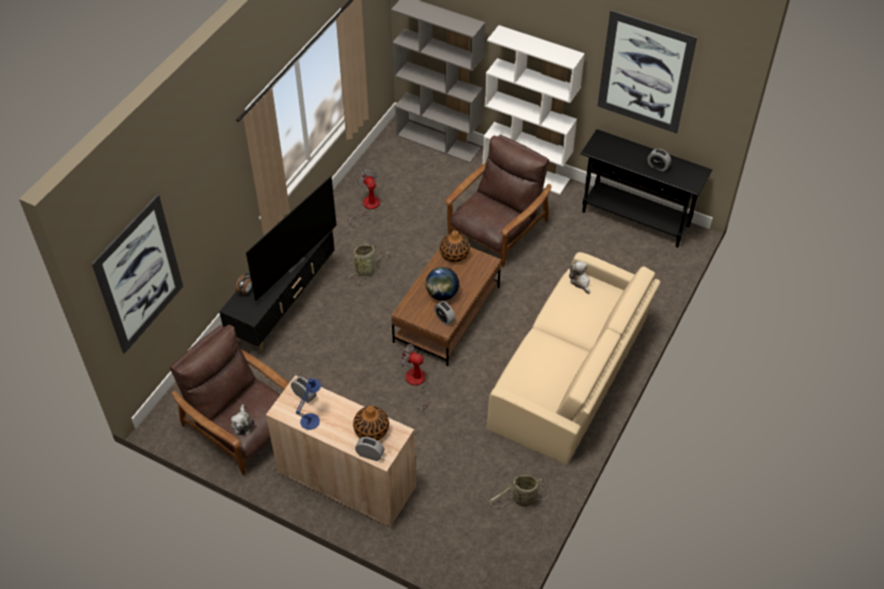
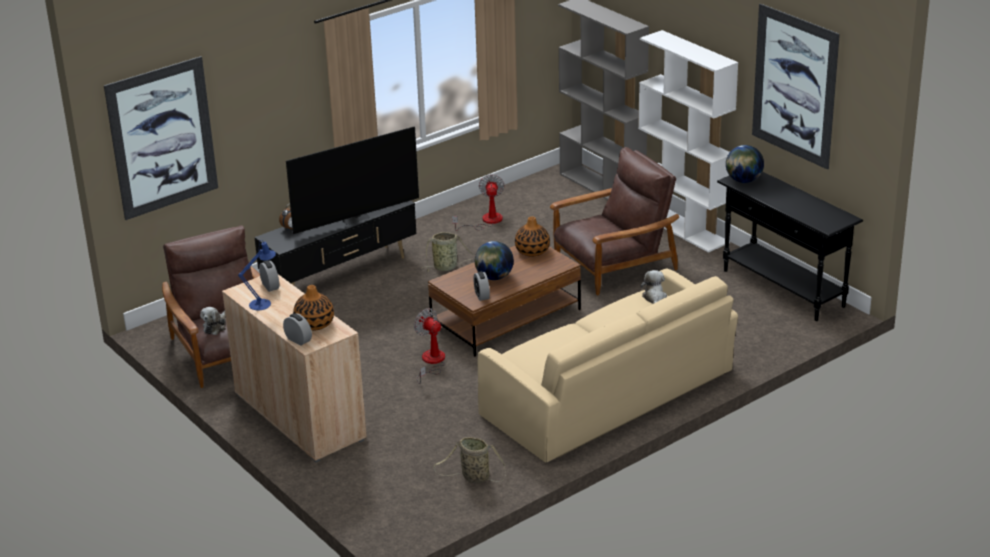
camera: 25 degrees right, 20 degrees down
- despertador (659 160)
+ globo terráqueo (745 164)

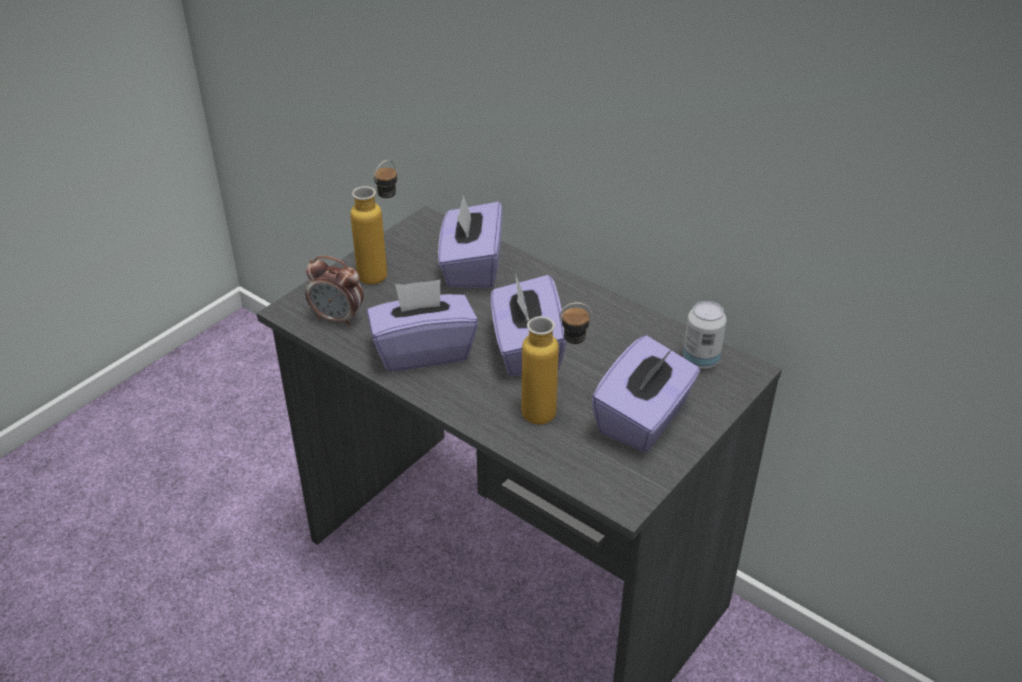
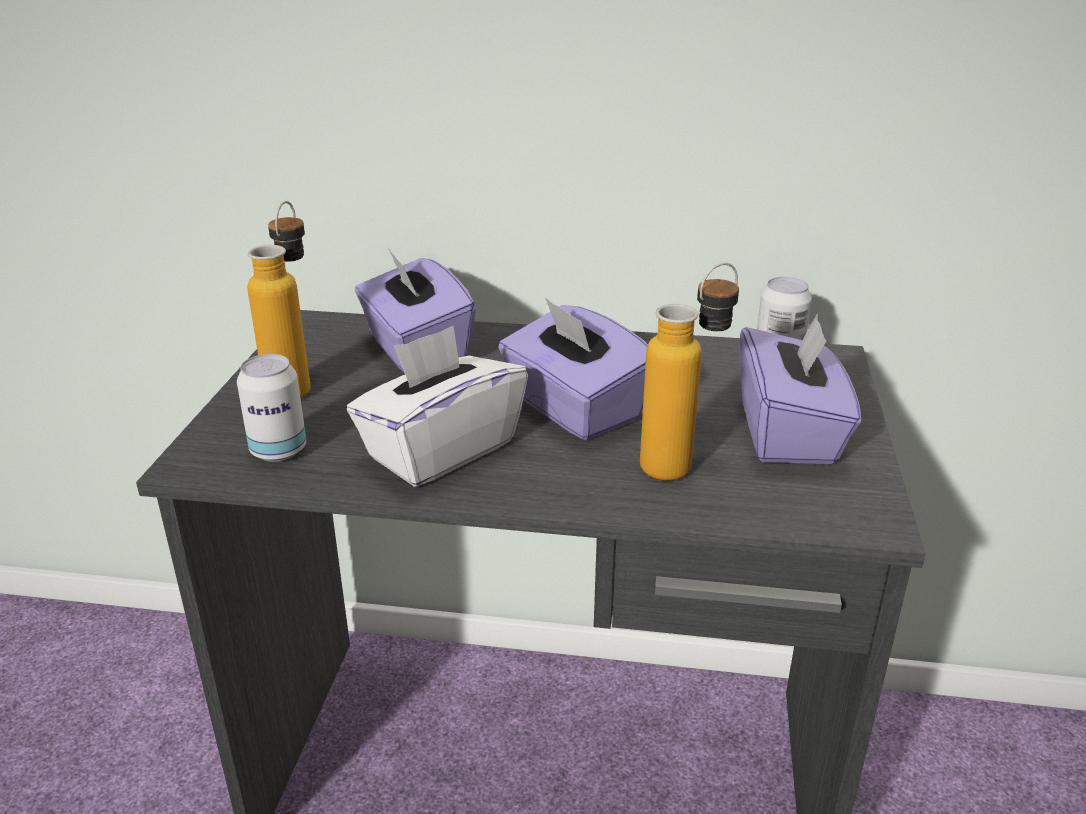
camera: 30 degrees left, 10 degrees down
~ despertador (334 291) to lata (272 408)
~ caja de pañuelos/morado (422 326) to caja de pañuelos/blanco (437 406)

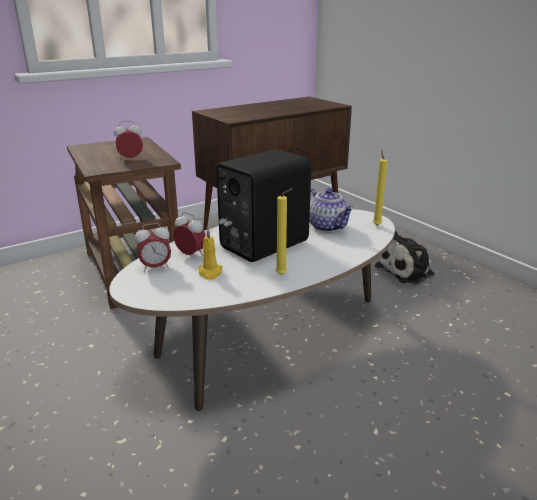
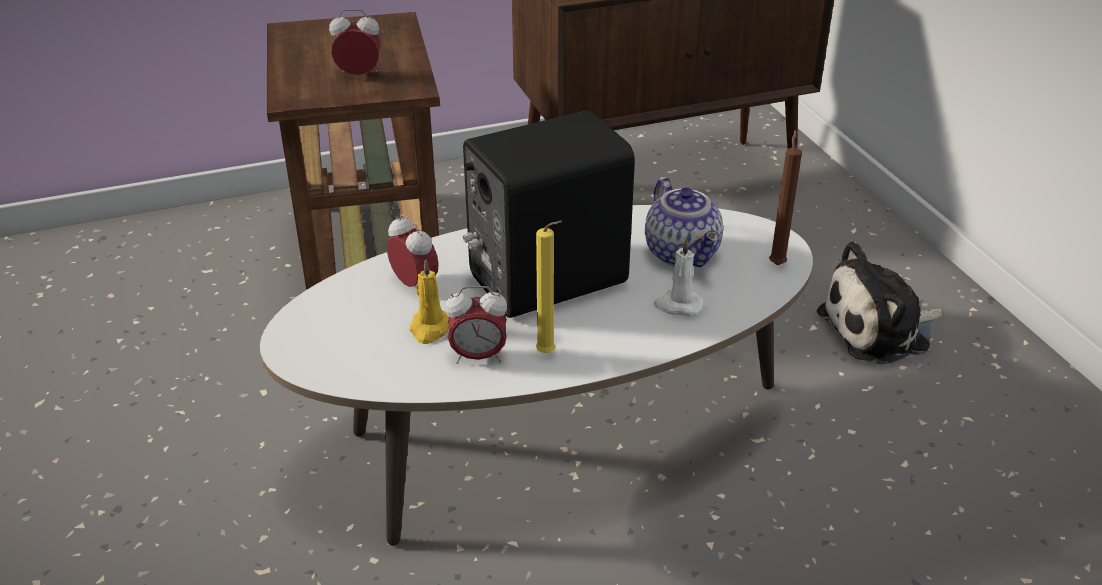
camera: 15 degrees right, 10 degrees up
~ vela/amarillo (380 188) to vela/marrón (785 197)
~ despertador (153 247) to (476 325)
+ vela/blanco (678 277)

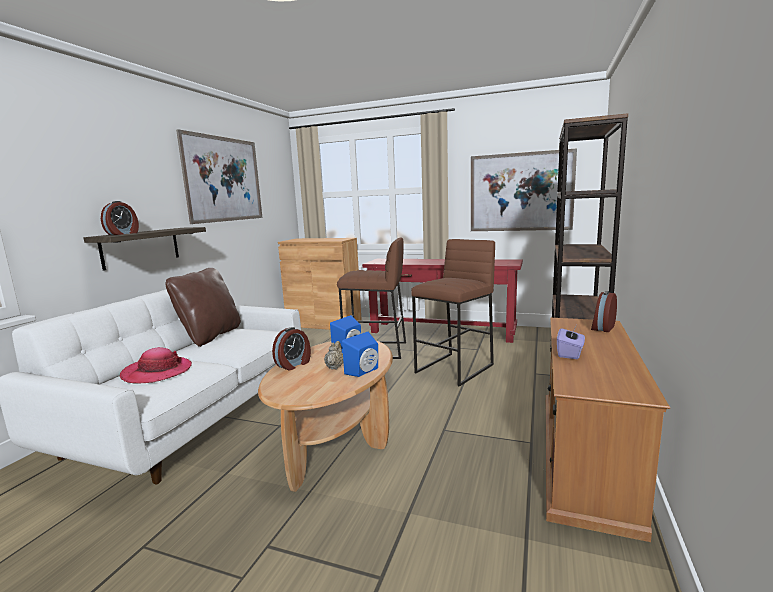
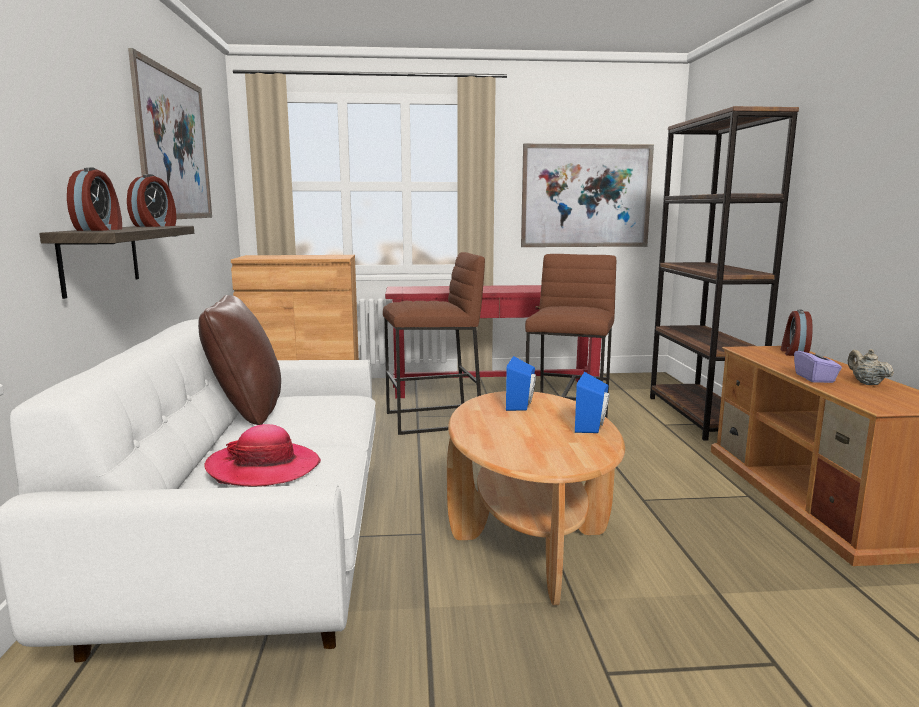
camera: 25 degrees left, 0 degrees up
~ despertador (291 348) to (152 200)
~ tetera/beis (333 355) to (871 367)

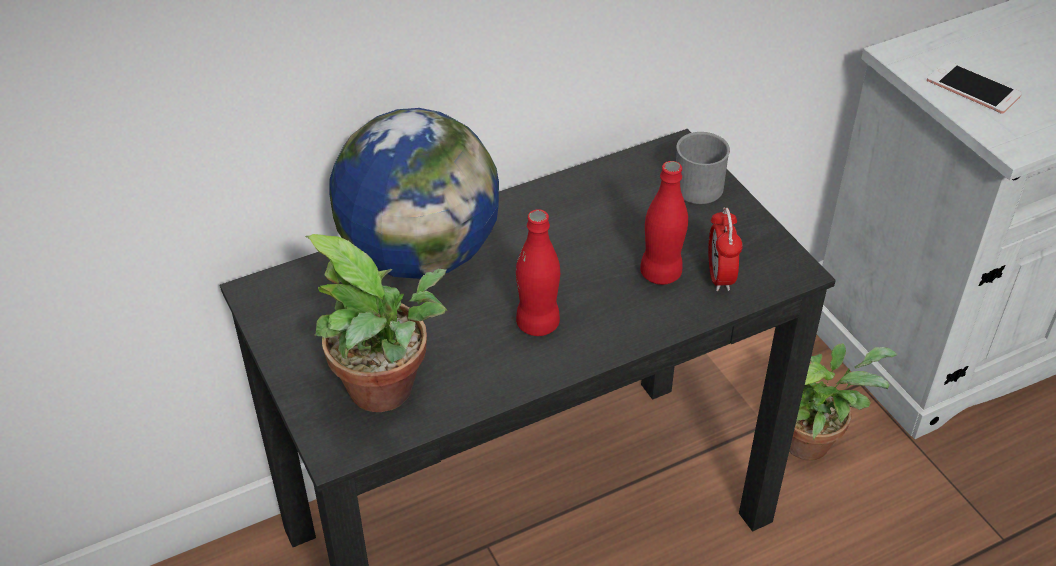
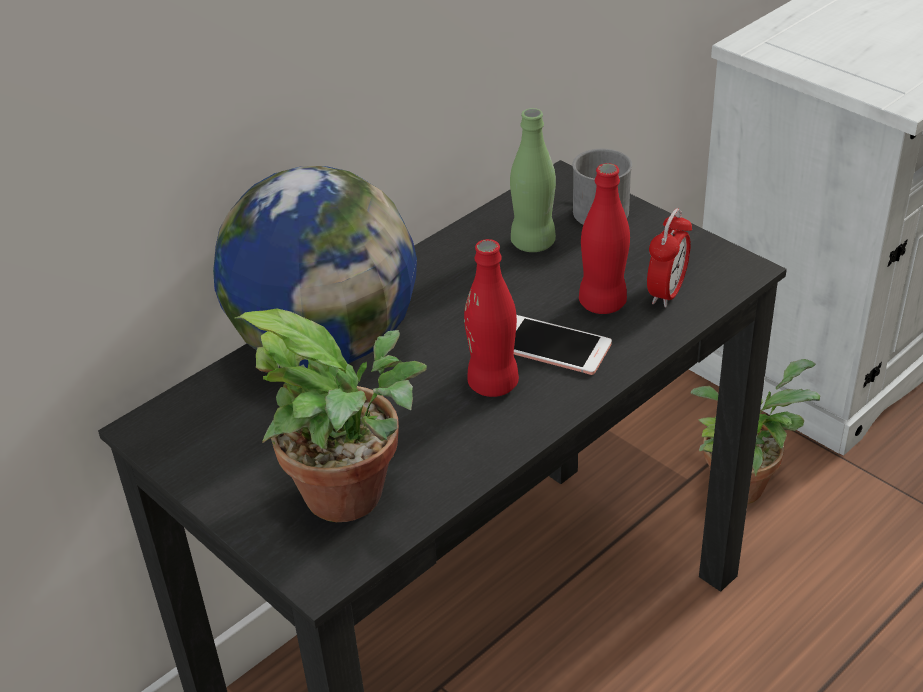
camera: 15 degrees left, 5 degrees down
~ móvil (974 87) to (563 345)
~ despertador (725 249) = (669 258) 135 degrees counterclockwise
+ botella/verde (533 180)

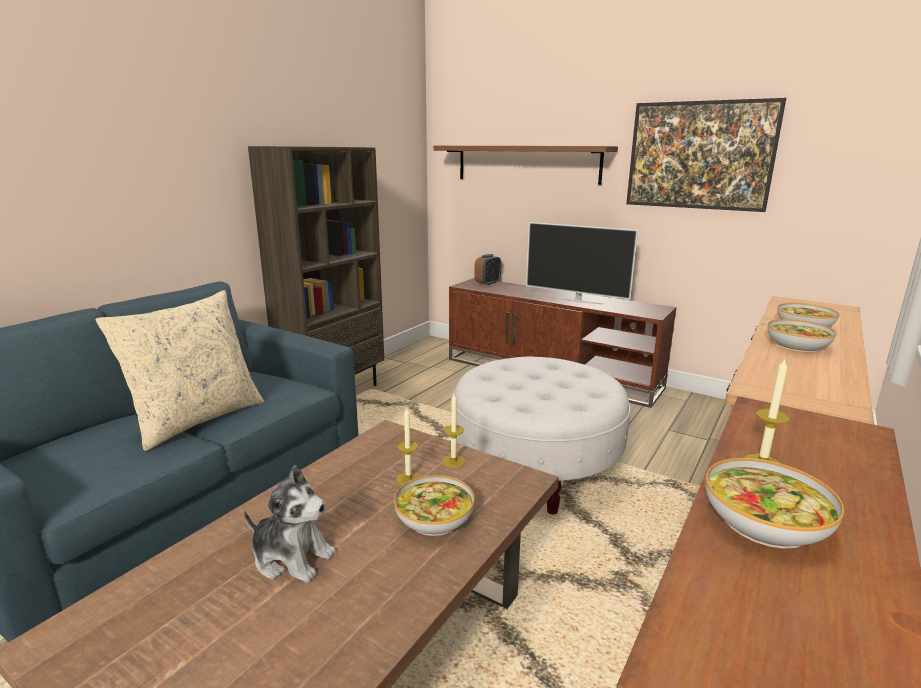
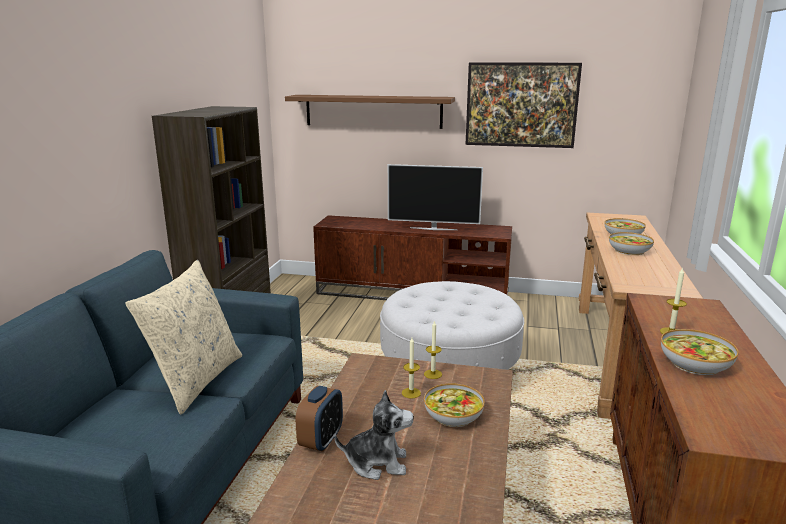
camera: 20 degrees left, 0 degrees up
~ despertador (487 269) to (319 419)

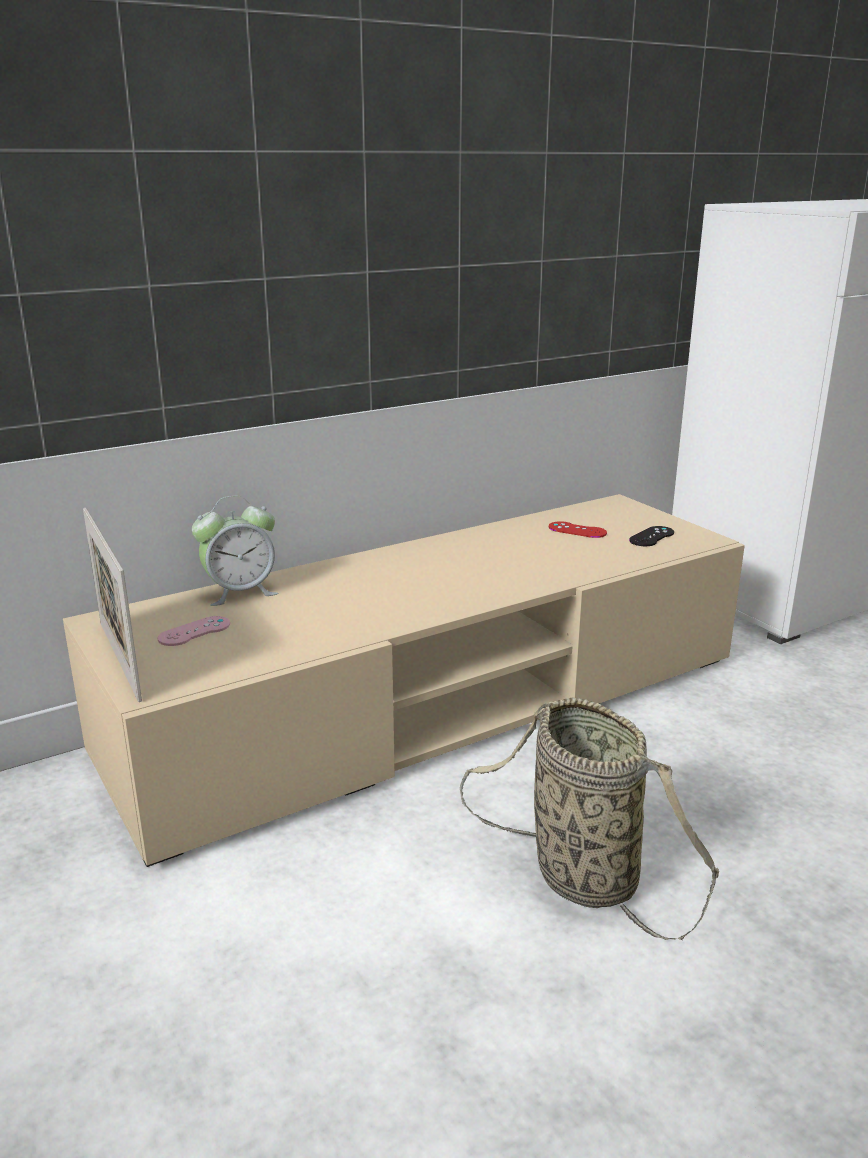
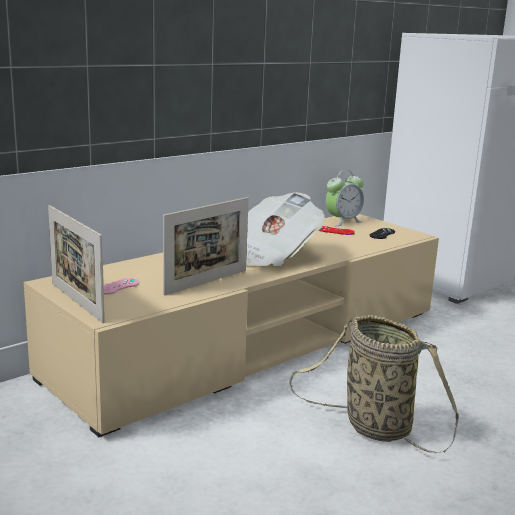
camera: 10 degrees left, 5 degrees down
~ despertador (235 551) to (345 198)
+ periódico (285 229)
+ portarretratos (206 246)

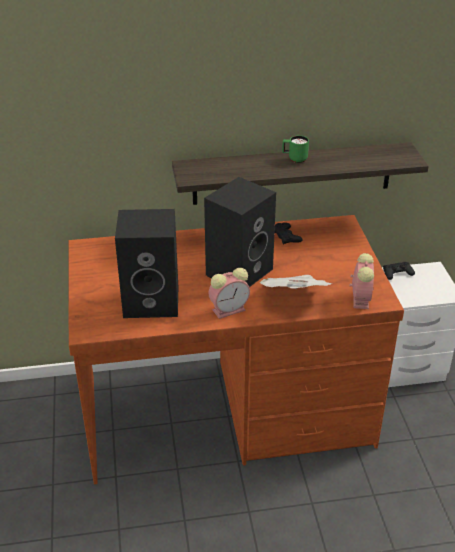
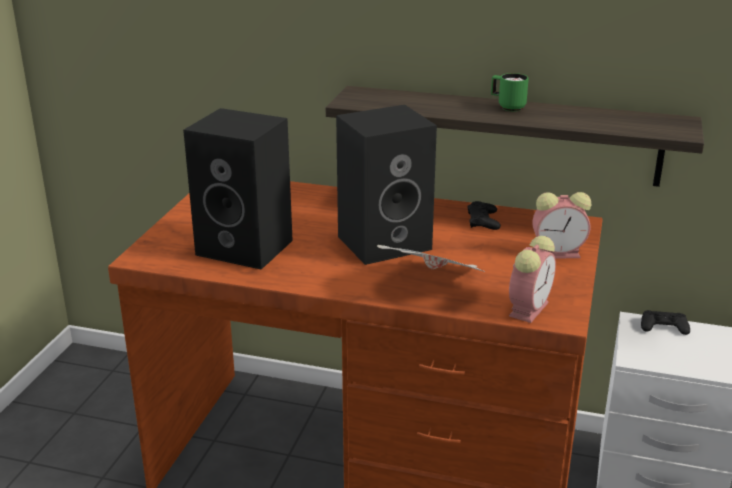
camera: 25 degrees right, 10 degrees down
~ despertador (229 293) to (562 225)

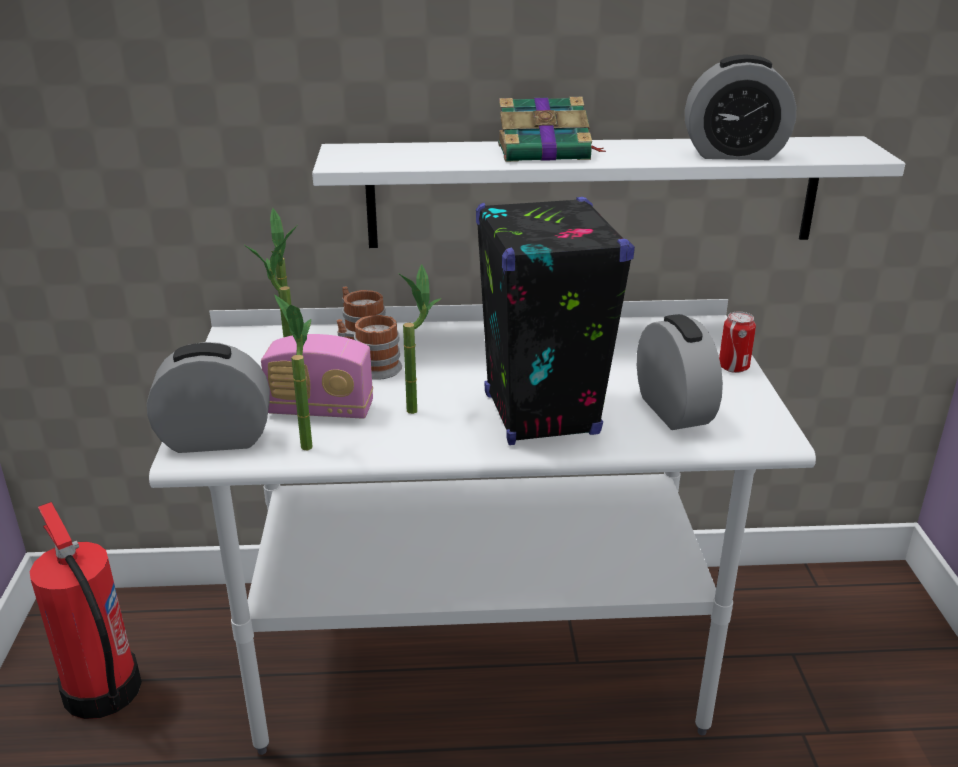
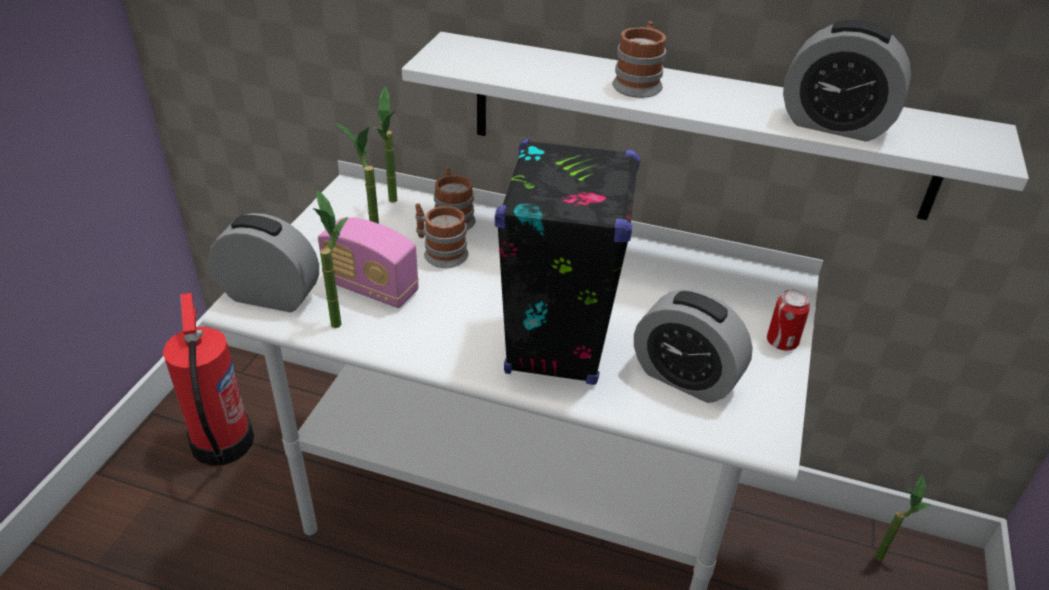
camera: 20 degrees right, 10 degrees up
~ libro (552 129) to taza grande (639 59)
~ planta en maceta (420 339) to (903 517)
~ despertador (680 372) = (693 346) 120 degrees clockwise

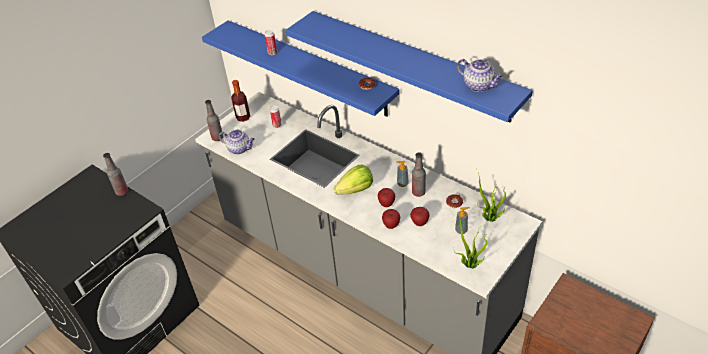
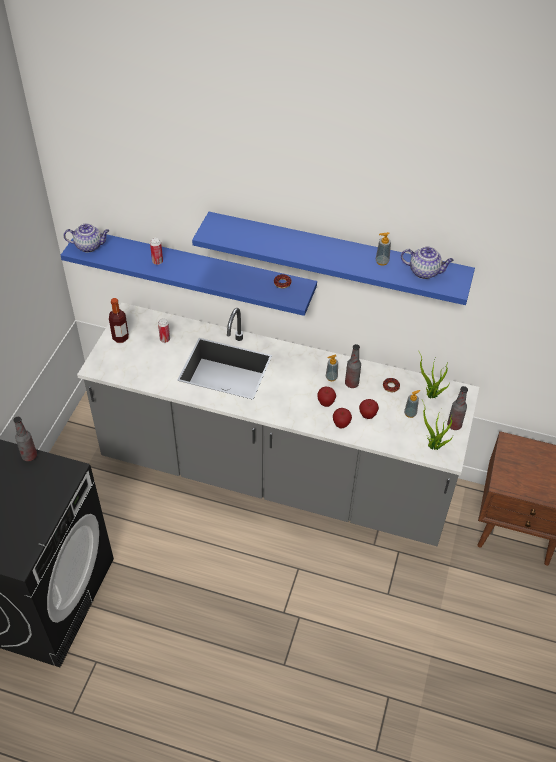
camera: 25 degrees left, 5 degrees up
~ botella (214 120) to (457 408)
~ tetera (237 142) to (86 238)
- lechuga (353 179)
+ dispensador de jabón (383 248)

